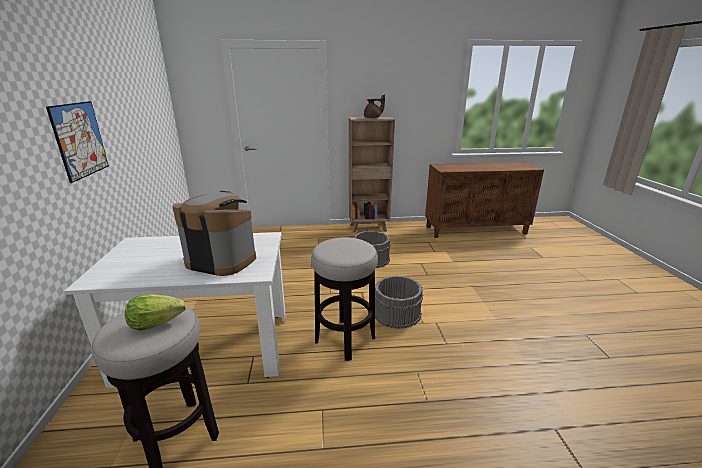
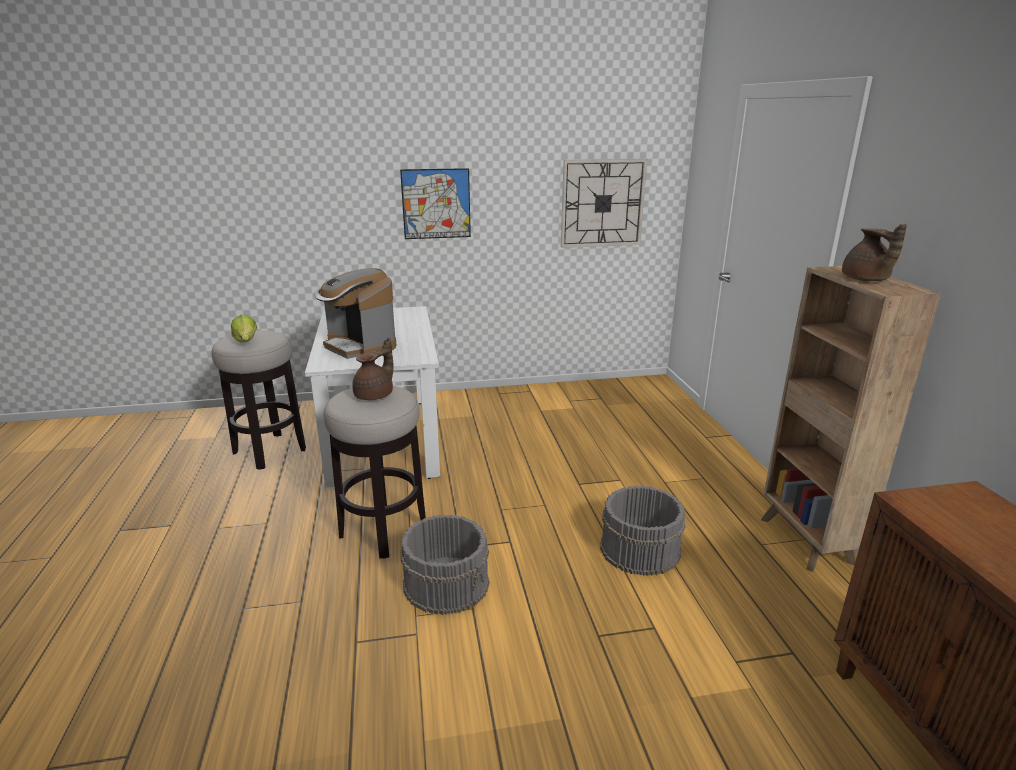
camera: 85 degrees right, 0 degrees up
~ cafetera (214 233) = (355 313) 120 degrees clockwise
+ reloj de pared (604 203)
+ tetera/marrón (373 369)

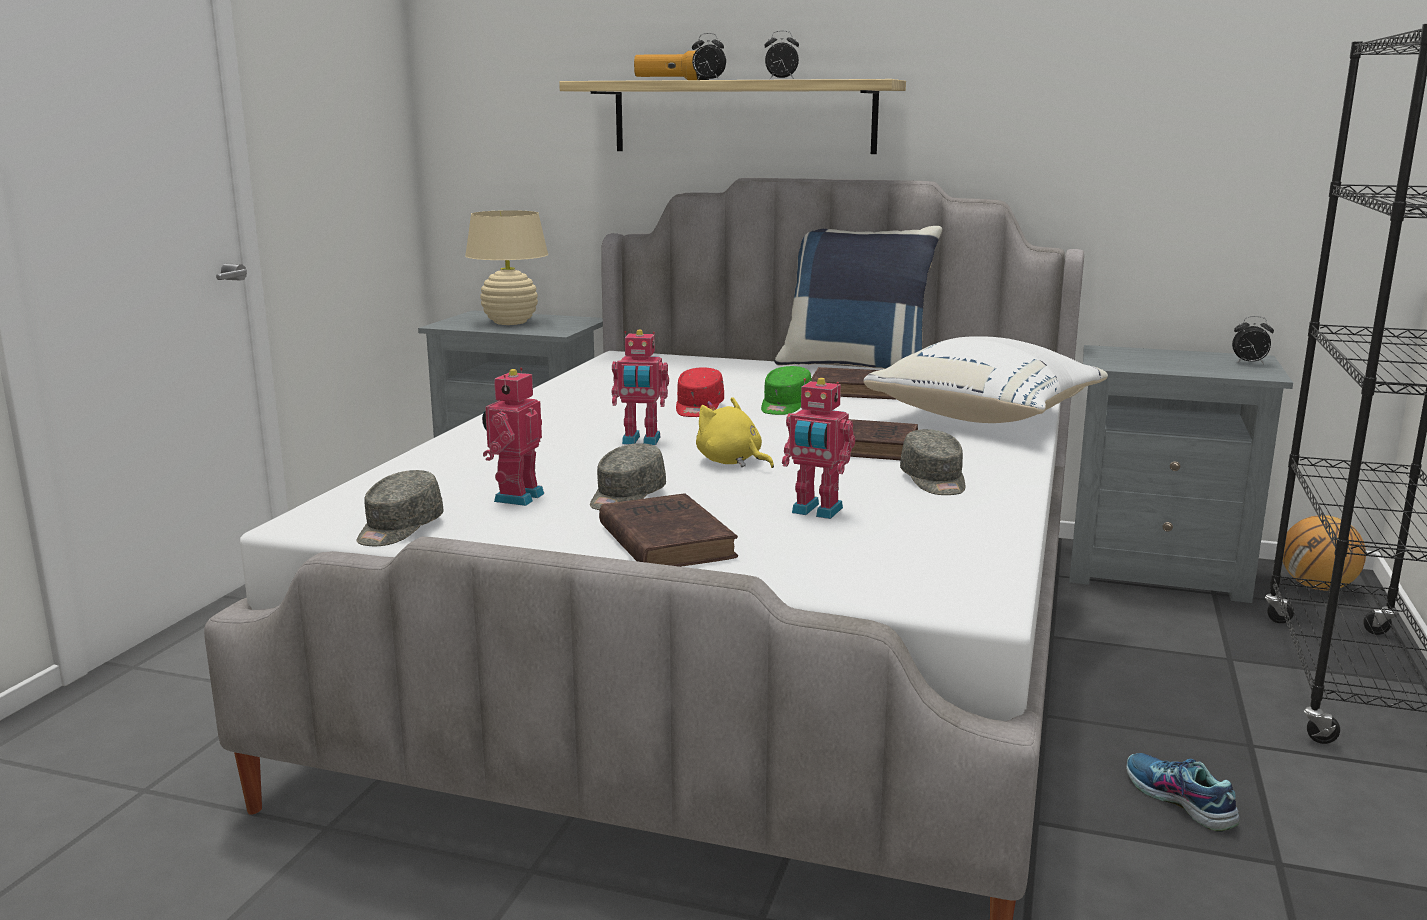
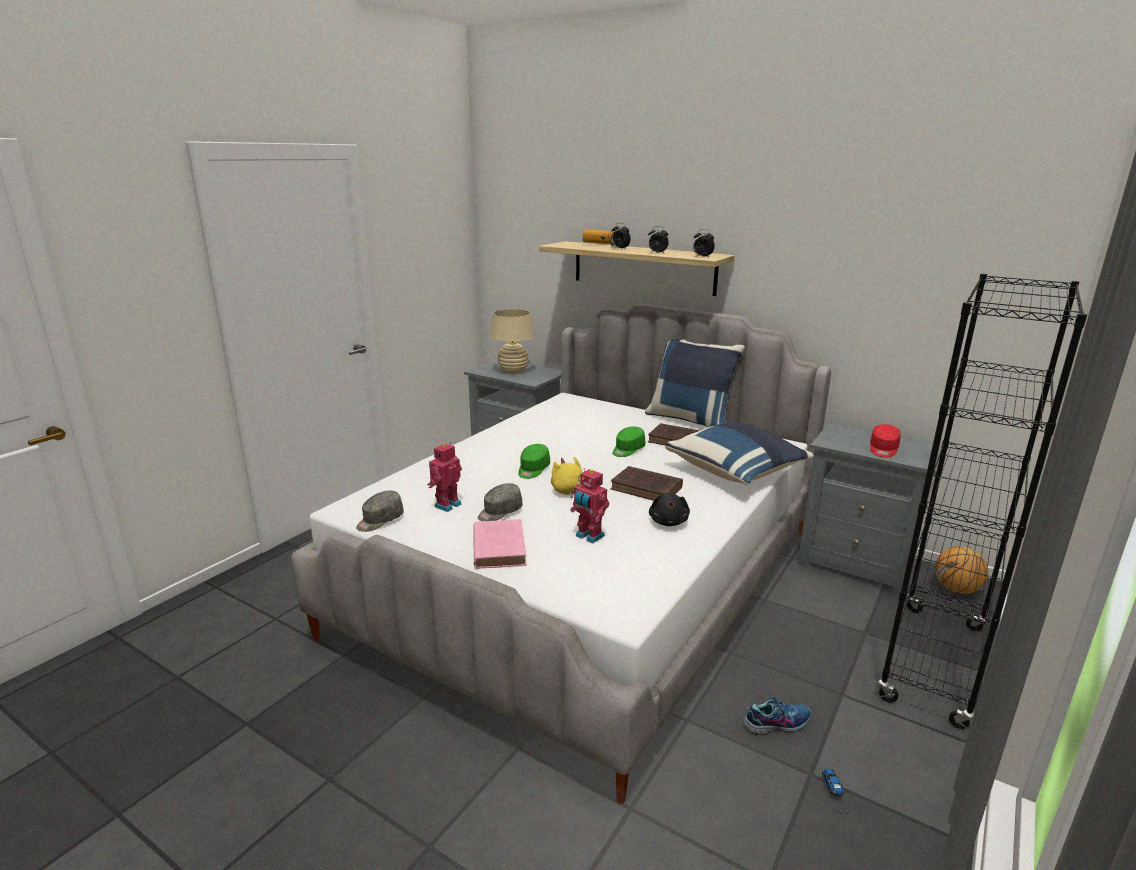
camera: 15 degrees right, 5 degrees up
~ despertador (1253 340) to (704 243)
~ robot de juguete (640 387) to gorra/verde (534 461)
~ cojín/blanco (986 379) to cojín/azul (739 453)
~ gorra/rojo (700 392) to (885 440)
~ gorra/gris (932 462) to peluche/negro (669 509)
~ libro/marrón (668 530) to libro/rosa (500 544)
~ zapato (1183 792) = (777 712) 90 degrees clockwise
+ coche de juguete (835 790)

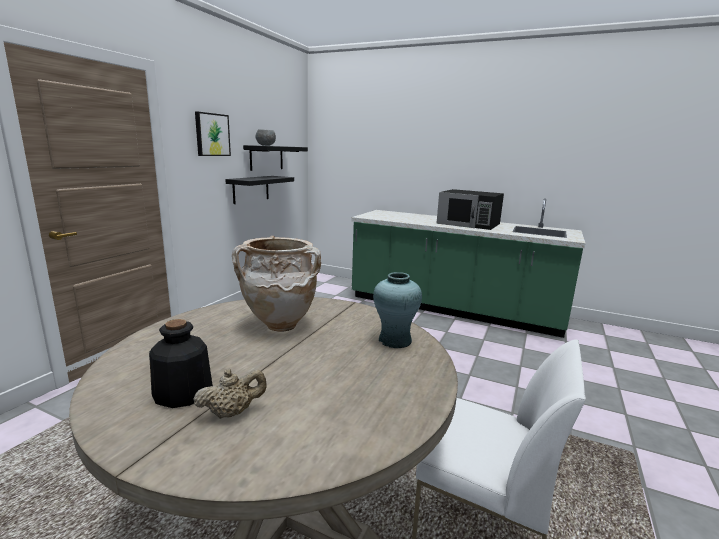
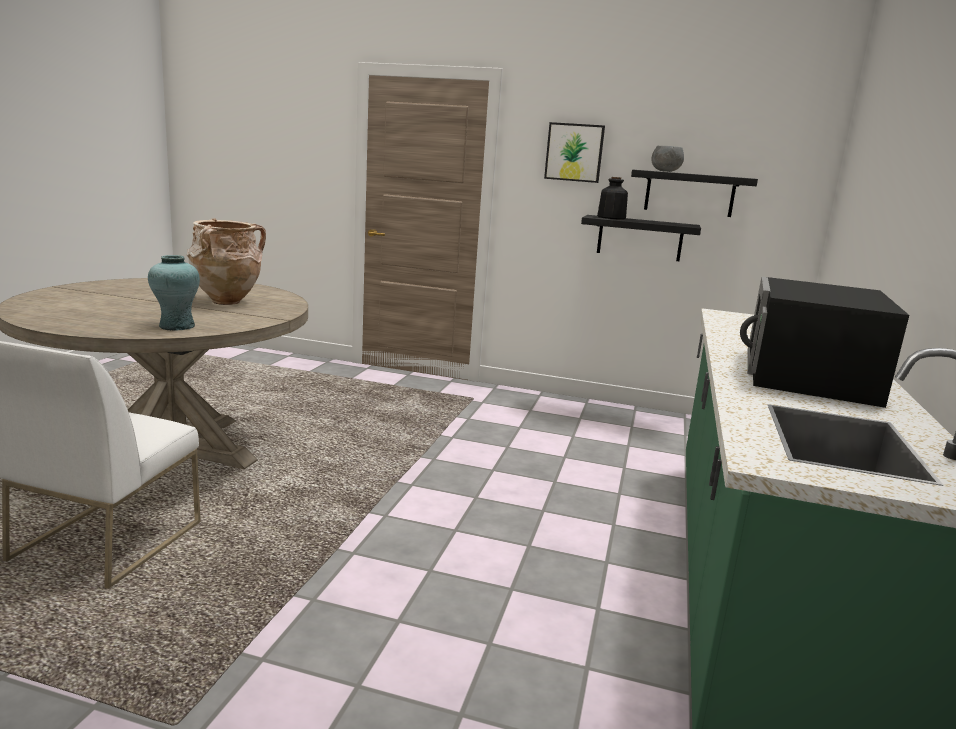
camera: 80 degrees right, 0 degrees up
~ botella (181 363) to (612 198)
- tetera/beis (230 394)

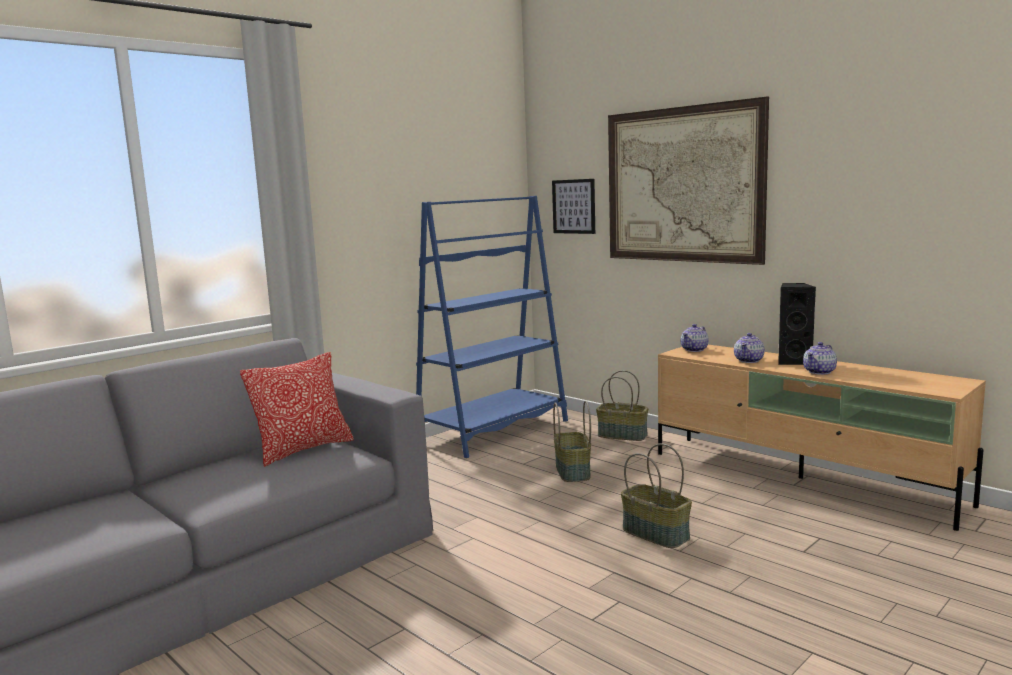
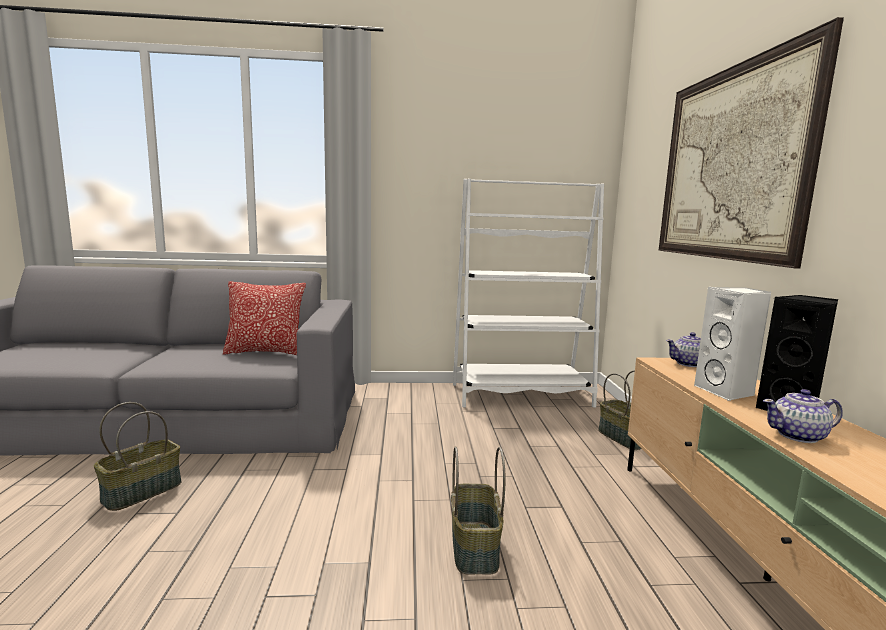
camera: 40 degrees right, 0 degrees up
- cuadro (573 206)
~ estantería/azul (492 327) to estantería/blanco (528 293)
~ tetera (749 348) to altavoz/blanco (732 344)
~ cesta (572 441) to (137 456)

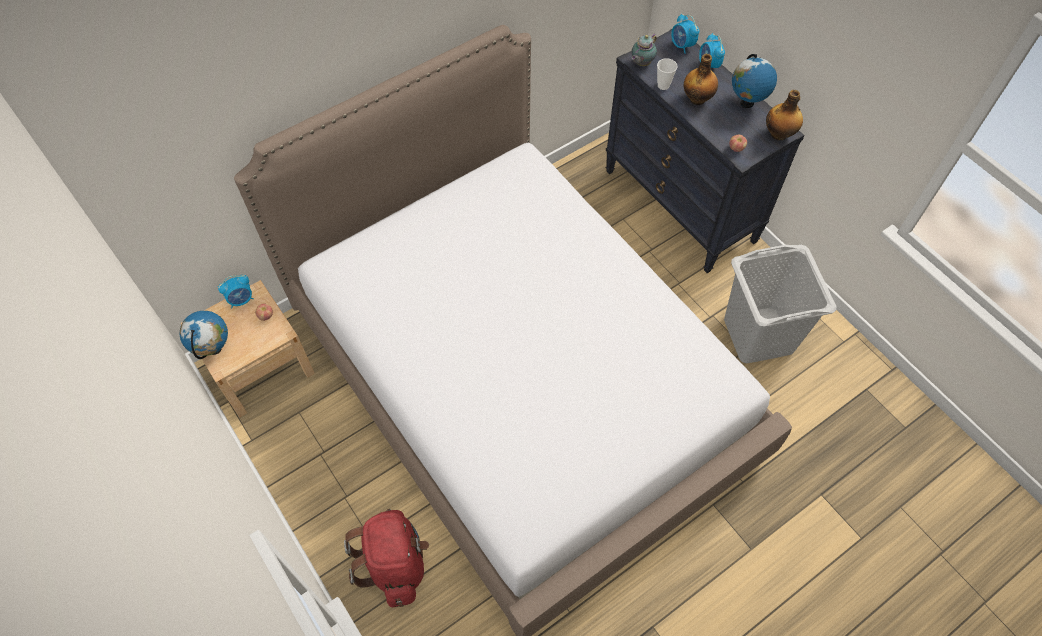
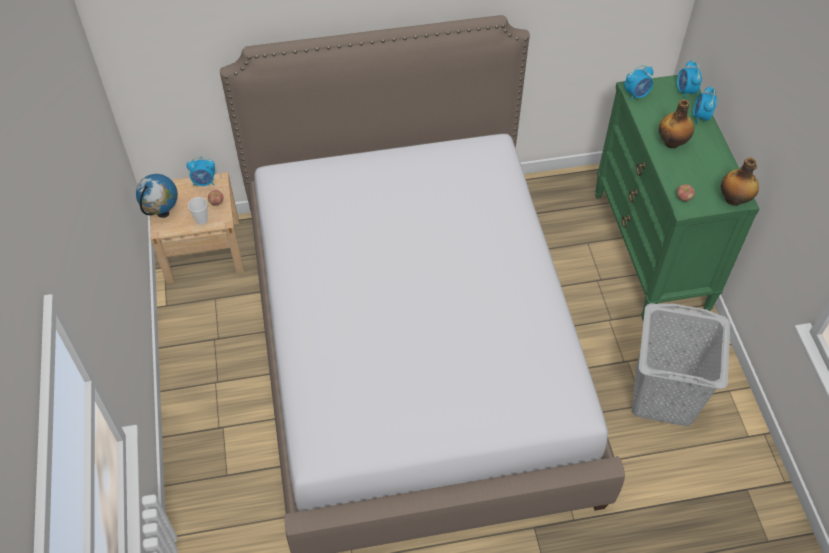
camera: 25 degrees right, 5 degrees down
~ cómoda/negro (704 150) to cómoda/verde (677 198)
~ tetera (644 50) to despertador (638 83)
- globo terráqueo (754 81)
~ taza (667 74) to (198 211)
- mochila/rojo (386 558)

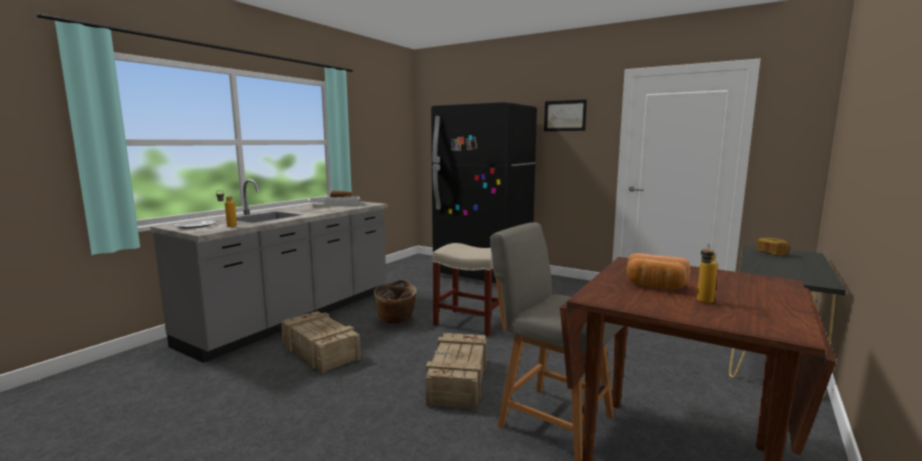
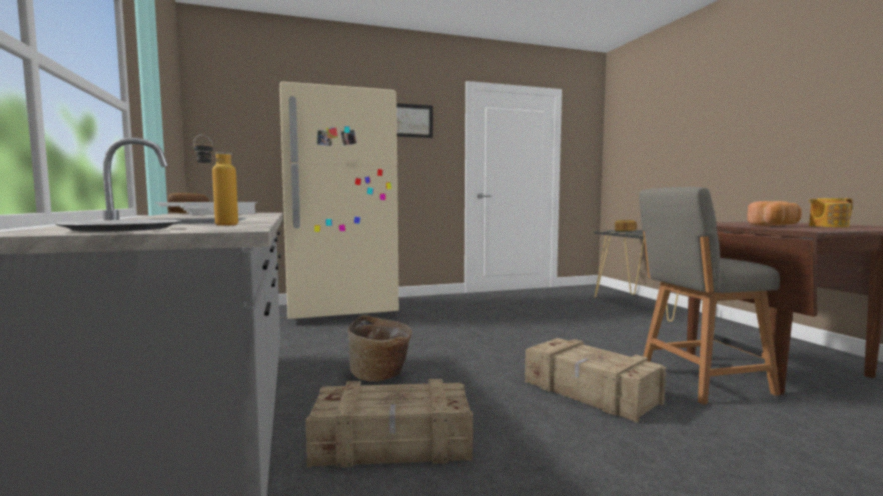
camera: 50 degrees left, 5 degrees down
~ nevera/negro (484 192) to nevera/beis (339 200)
- taburete/beis (465 290)
~ botella (707 273) to tetera (831 212)

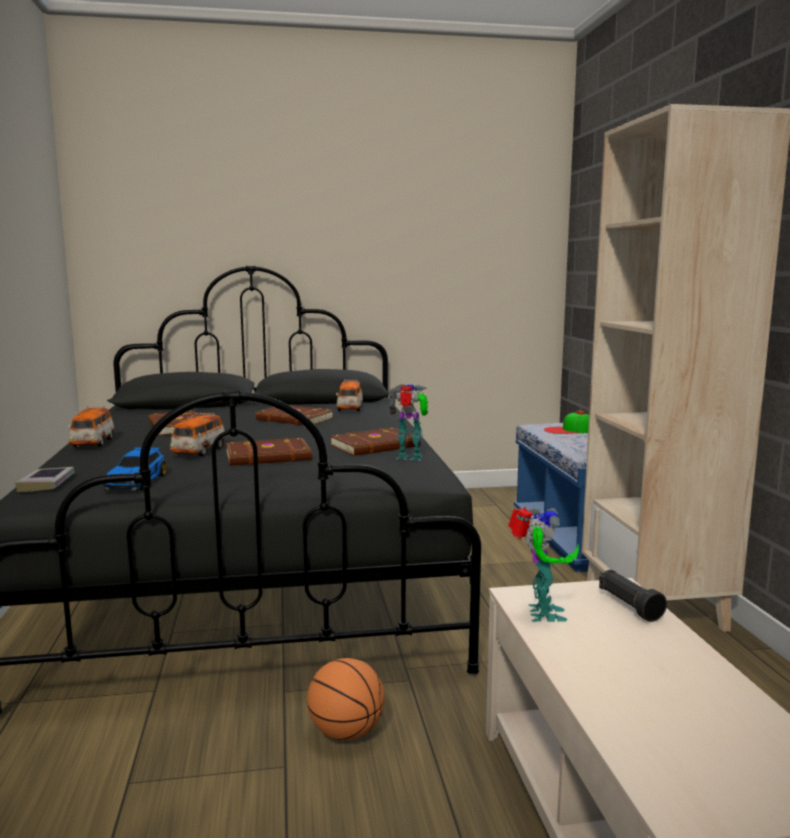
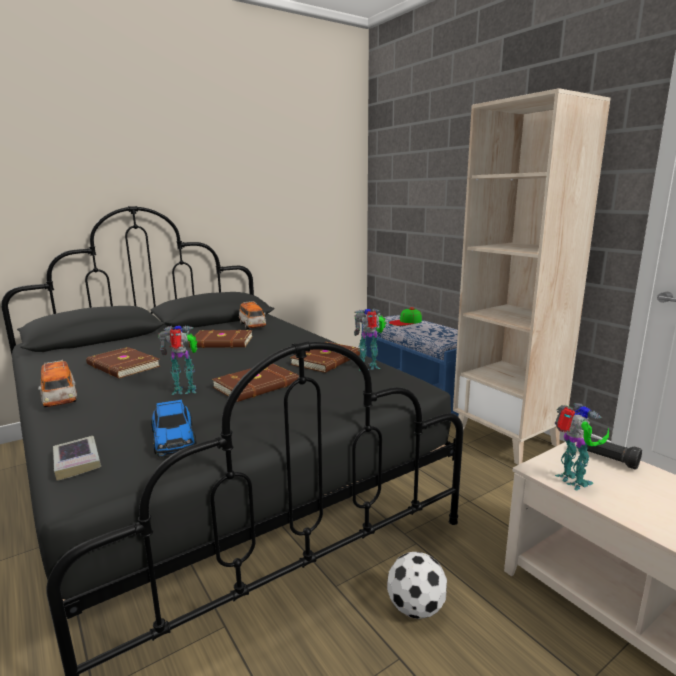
camera: 25 degrees left, 5 degrees up
~ coche de juguete (198 434) to robot de juguete (177 360)
~ balón de baloncesto (346 699) to balón de fútbol (417 585)

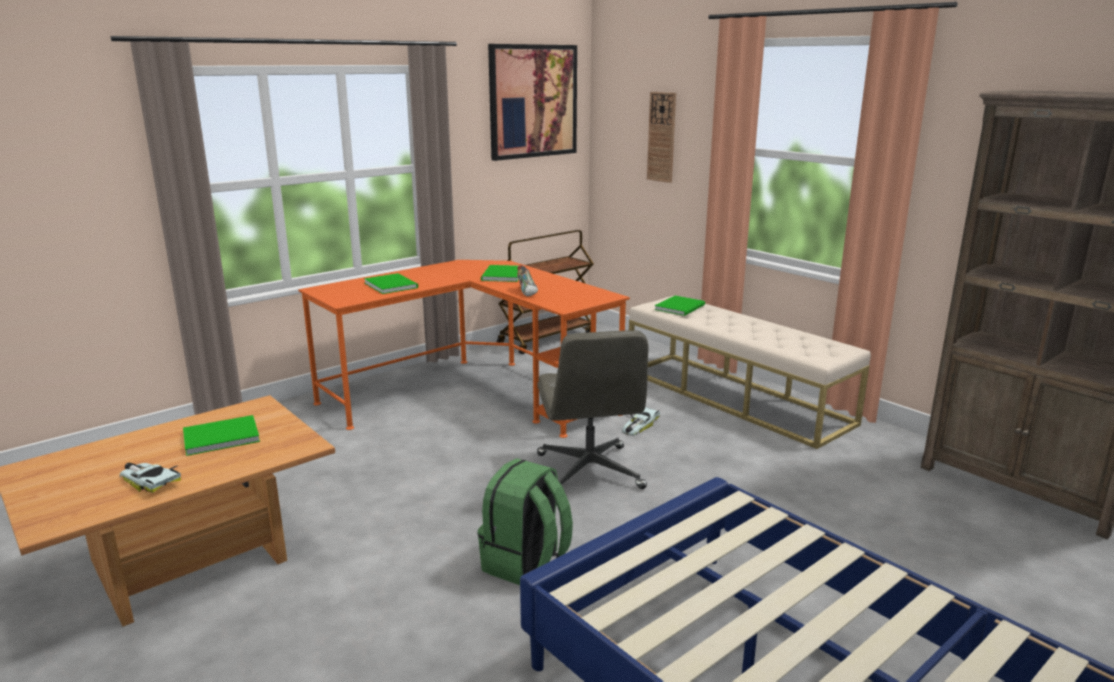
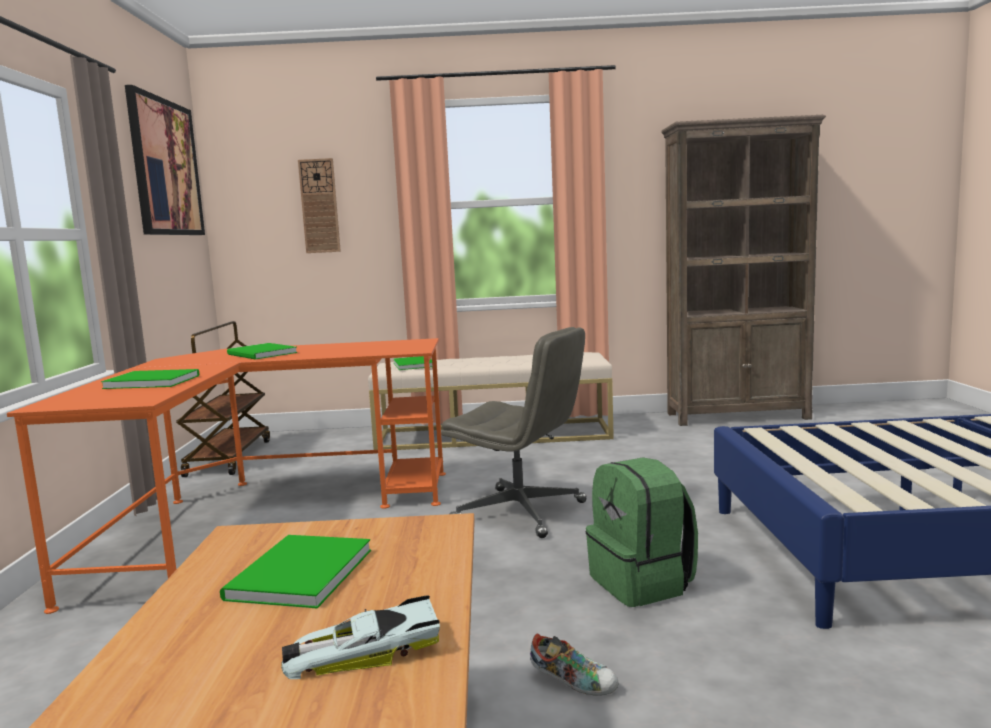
camera: 50 degrees left, 10 degrees down
~ zapato (527 281) to (574 665)
- coche de juguete (641 421)

